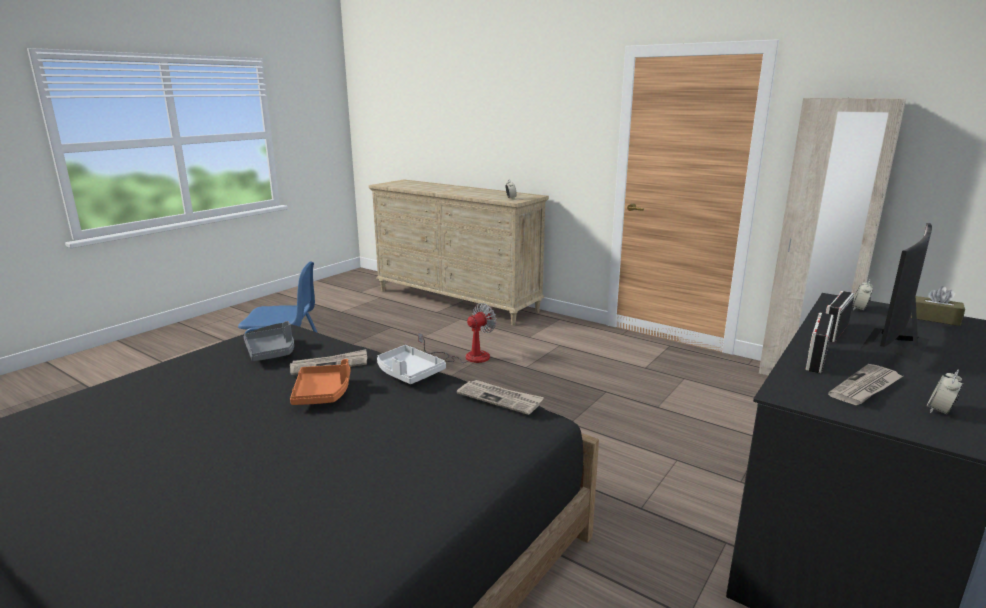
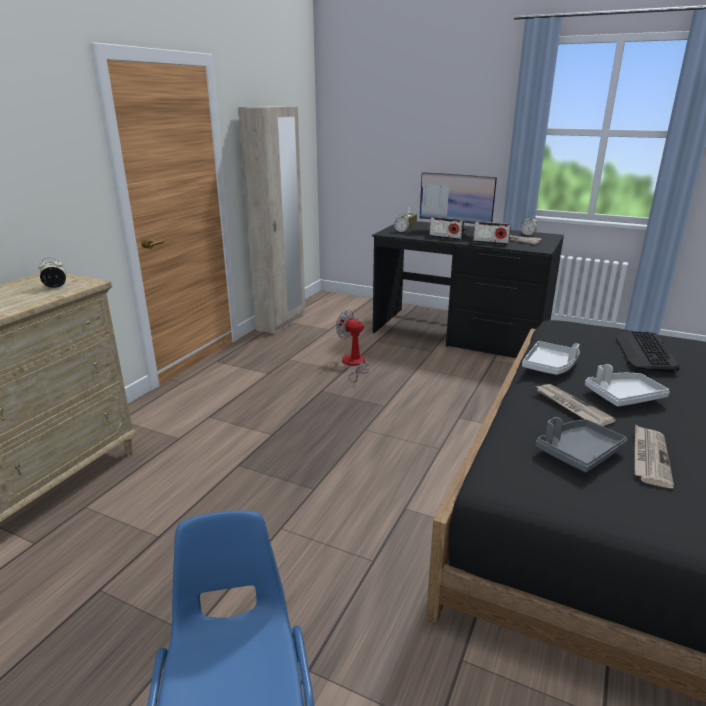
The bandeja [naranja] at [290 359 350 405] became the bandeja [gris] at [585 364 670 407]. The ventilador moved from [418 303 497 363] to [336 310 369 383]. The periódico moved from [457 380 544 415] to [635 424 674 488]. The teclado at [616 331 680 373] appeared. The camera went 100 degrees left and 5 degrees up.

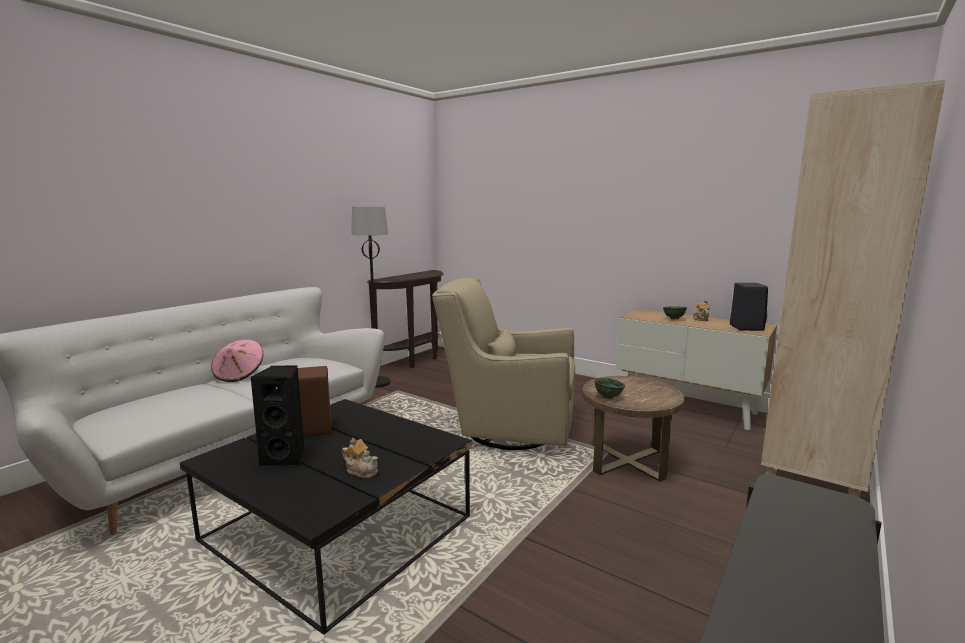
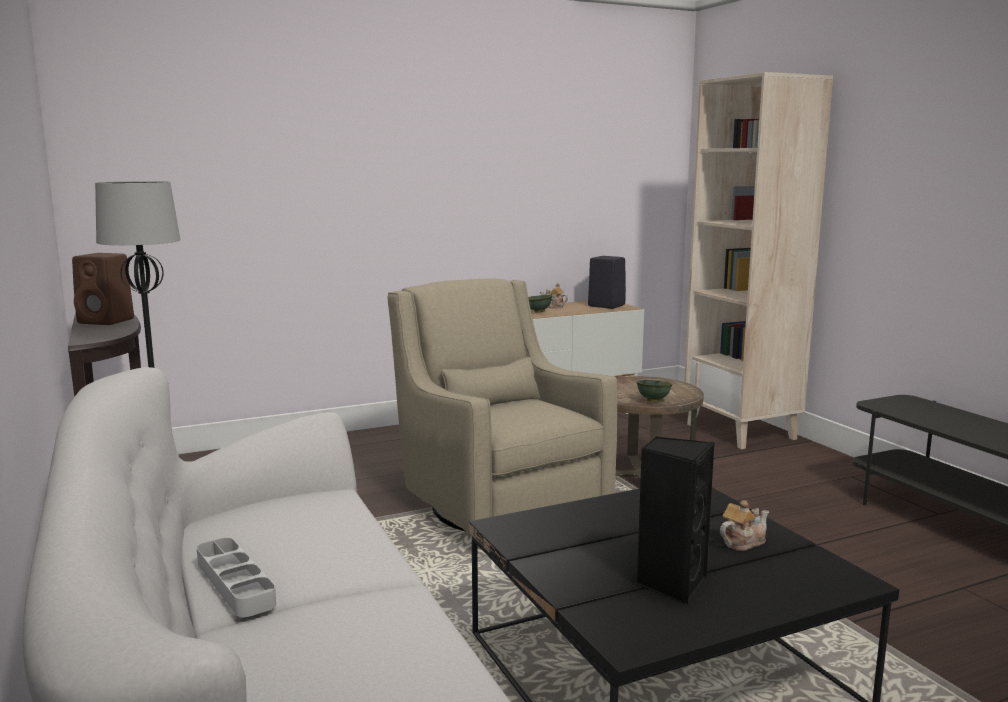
The sombrero [rosa] at [211 340 263 382] was replaced by the bandeja [gris] at [197 538 276 617]. The altavoz [marrón] moved from [298 366 331 437] to [72 253 134 325]. The sillón [beis] at [432 278 575 450] turned 105 degrees clockwise. The camera went 60 degrees left and 0 degrees up.

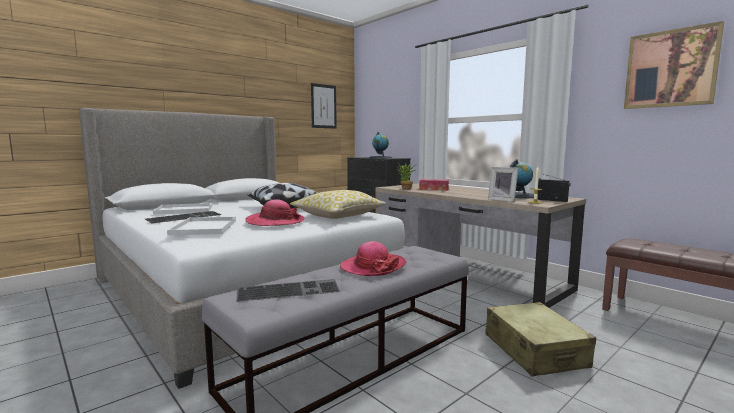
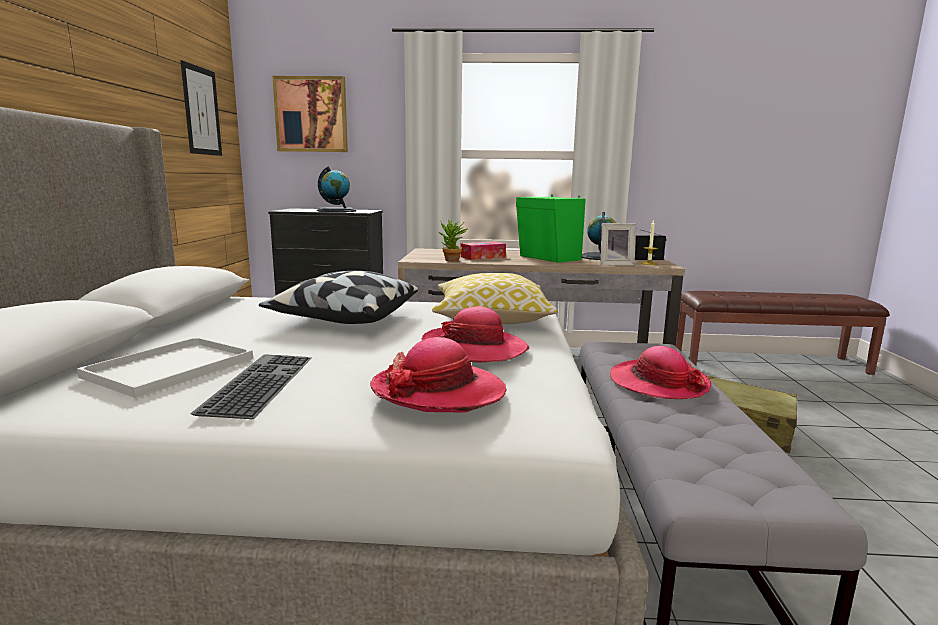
The bandeja [blanco] at [167 217 236 235] was replaced by the sombrero at [370 337 506 413]. The teclado at [236 279 340 302] disappeared. The cuadro moved from [624 21 724 109] to [272 76 348 152]. The altavoz [verde] at [516 194 586 263] appeared. The camera went 45 degrees left and 5 degrees up.

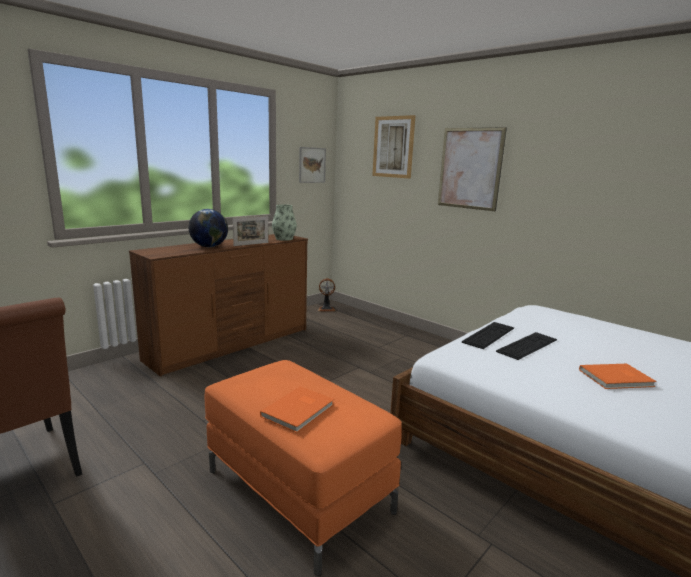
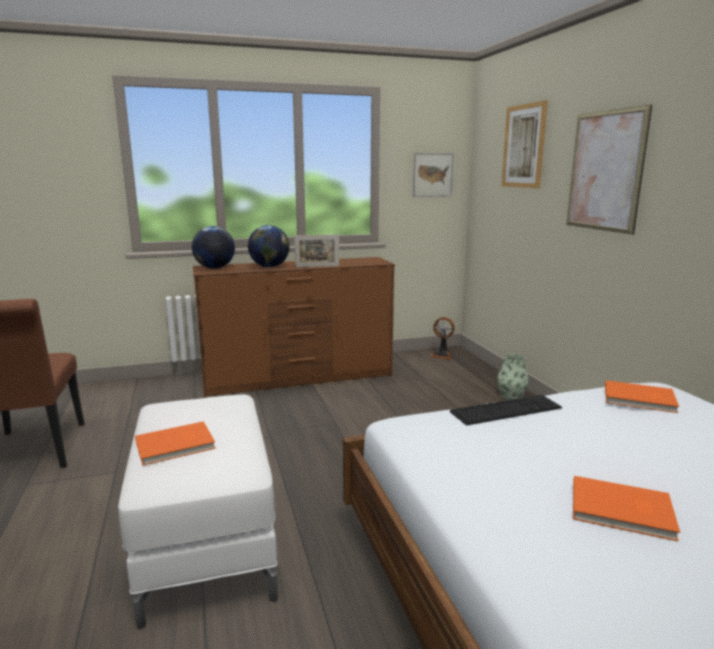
The puf [naranja] at [205 360 402 576] became the puf [blanco] at [118 394 278 629]. The florero moved from [272 204 297 241] to [497 354 529 400]. The teclado at [496 332 557 360] disappeared. The globo terráqueo at [192 226 235 269] appeared. The libro [naranja] at [605 380 679 413] appeared. The camera went 30 degrees right and 0 degrees up.

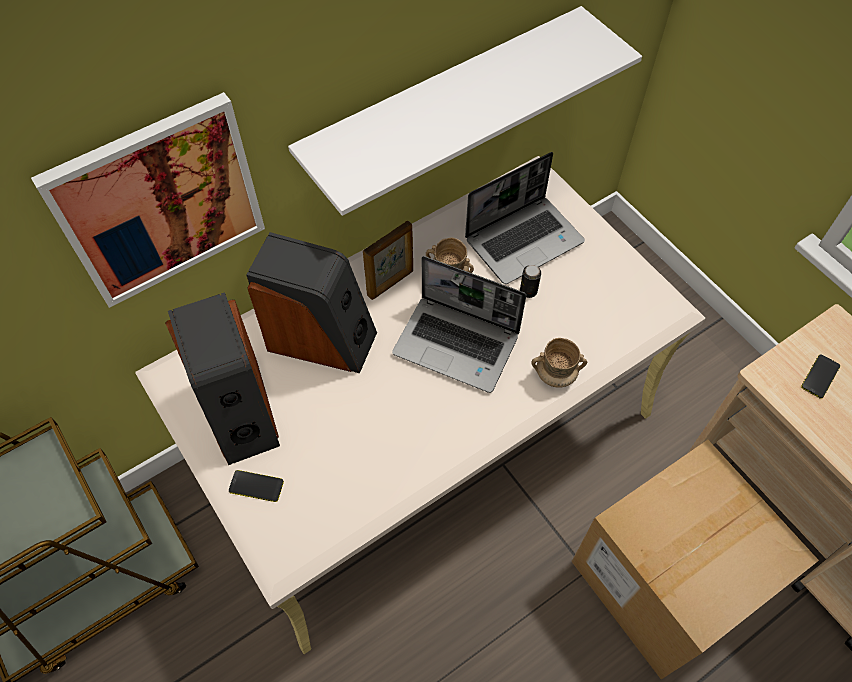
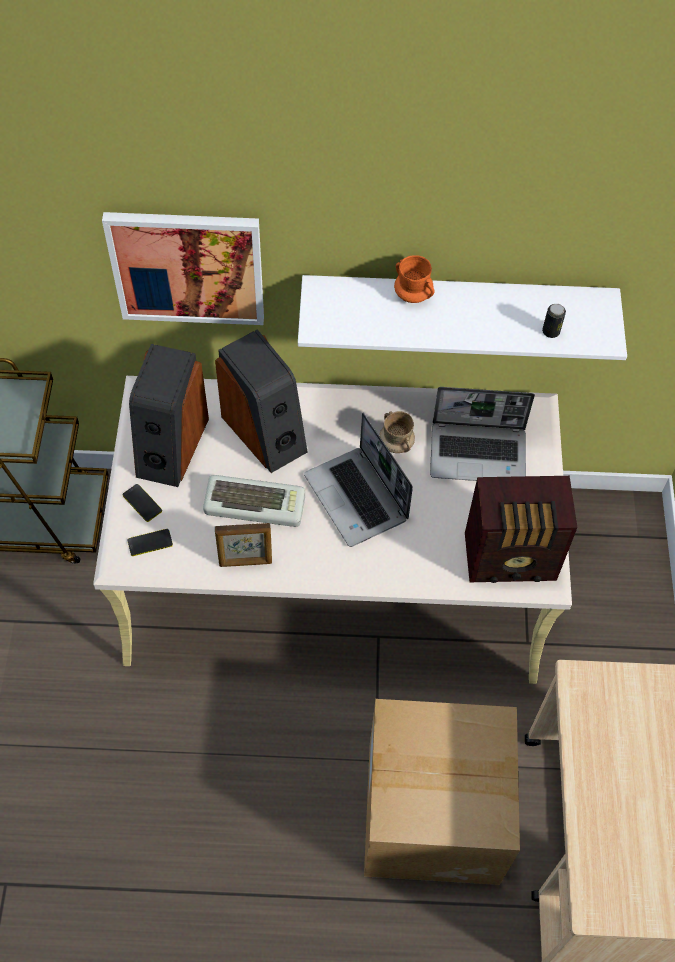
The portarretratos moved from [363 221 413 300] to [215 523 272 567]. The lata moved from [520 265 541 298] to [542 304 566 338]. The taza grande [beis] at [531 338 587 388] disappeared. The móvil moved from [801 354 840 399] to [127 529 173 556]. The teclado at [203 475 305 527] appeared. The taza grande [naranja] at [394 255 435 303] appeared. The radio at [465 476 578 583] appeared. The camera went 35 degrees right and 0 degrees up.

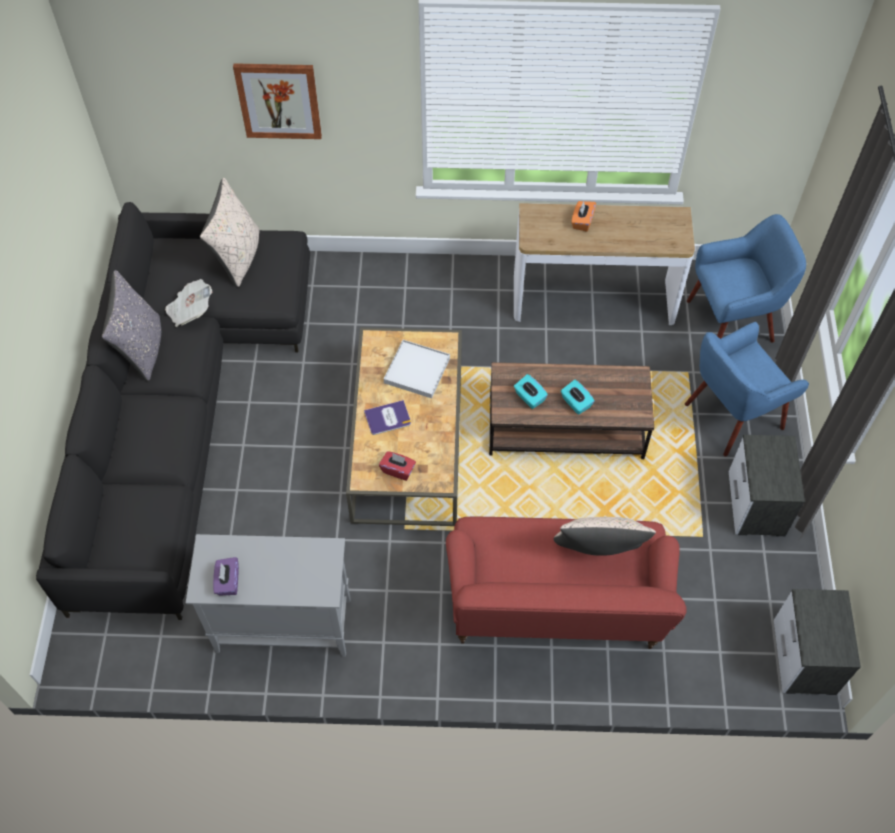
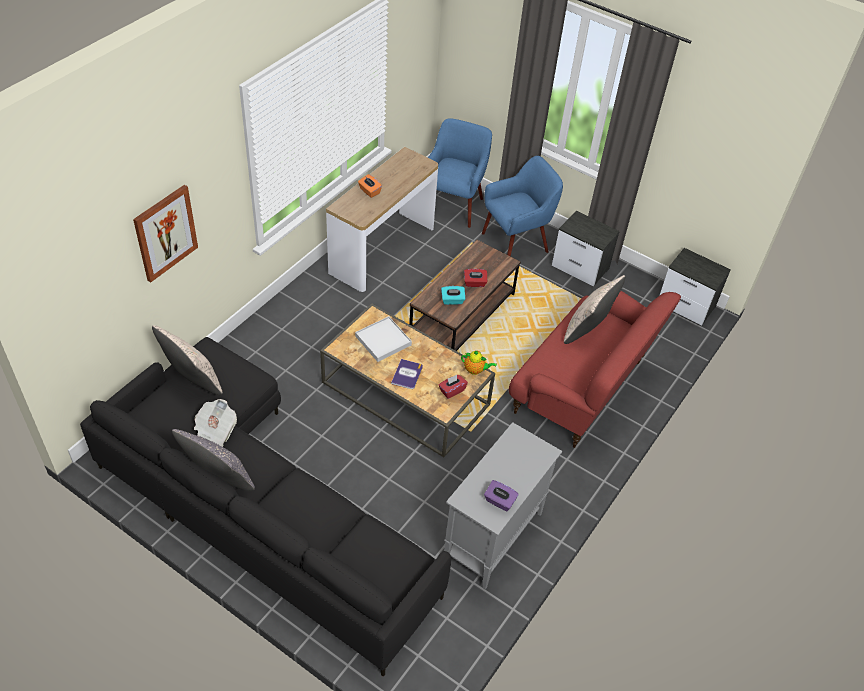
The caja de pañuelos [turquesa] at [560 379 595 415] became the caja de pañuelos [rojo] at [464 269 487 287]. The sillón [azul] at [685 322 809 457] turned 120 degrees counterclockwise. The tetera at [461 350 497 375] appeared. The camera went 60 degrees left and 10 degrees down.

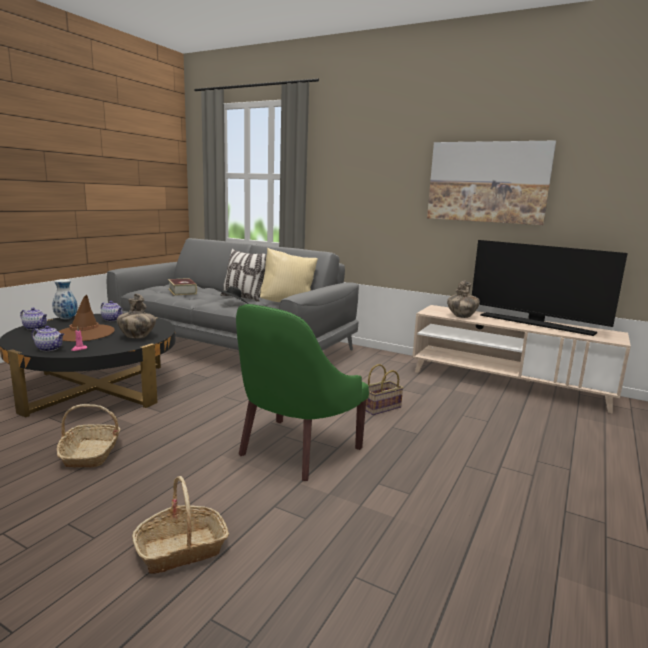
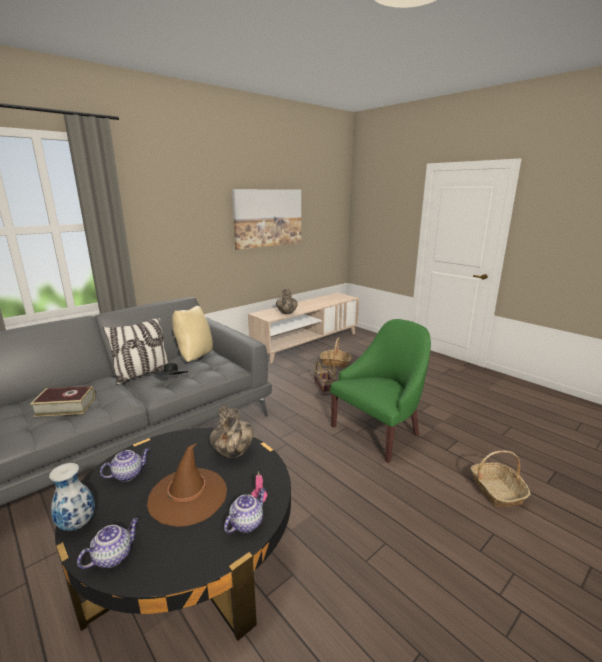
The cesta moved from [57 404 120 468] to [320 337 352 367]. The sillón [verde] at [236 304 369 481] turned 90 degrees counterclockwise. The televisor at [472 240 628 336] disappeared. The camera went 70 degrees left and 5 degrees up.

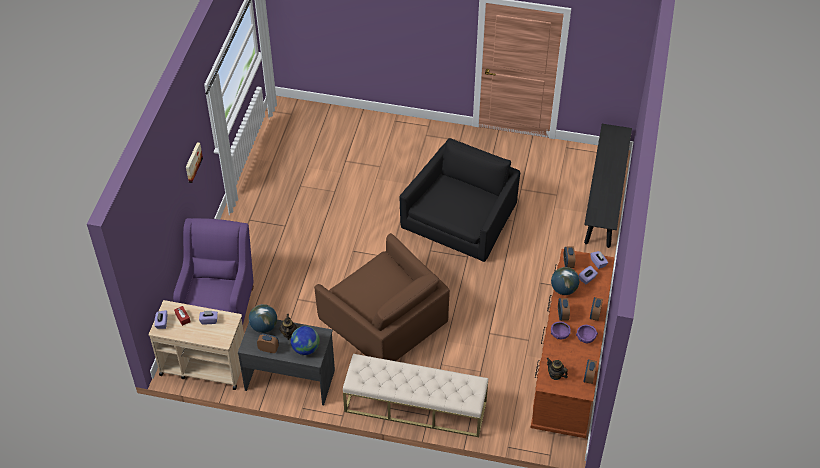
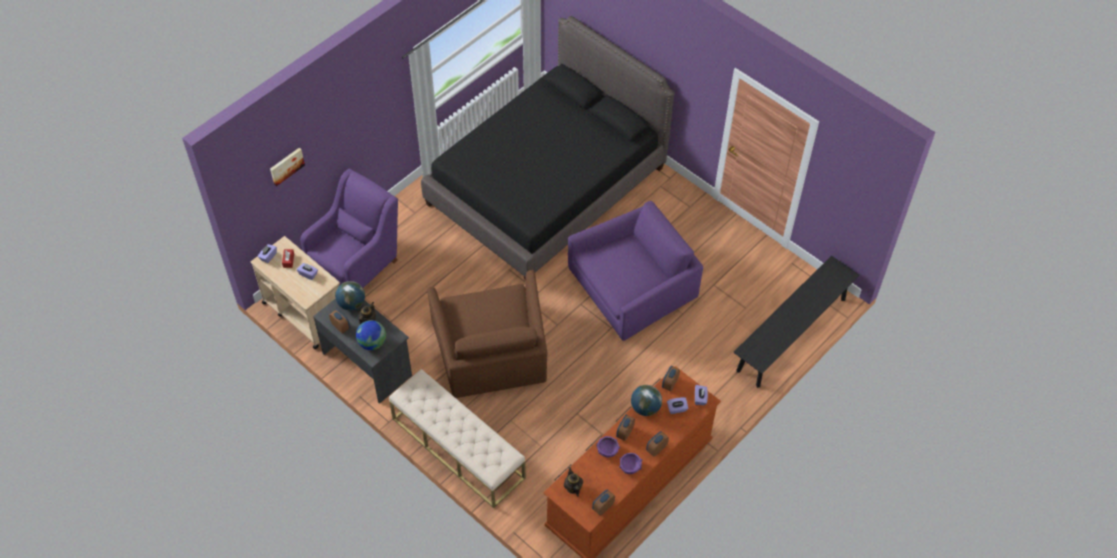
The cuadro moved from [186 142 203 183] to [270 148 305 186]. The sillón [negro] at [399 138 520 262] became the sillón [morado] at [568 201 703 341]. The cama [negro] at [421 16 674 279] appeared. The camera went 30 degrees right and 5 degrees up.

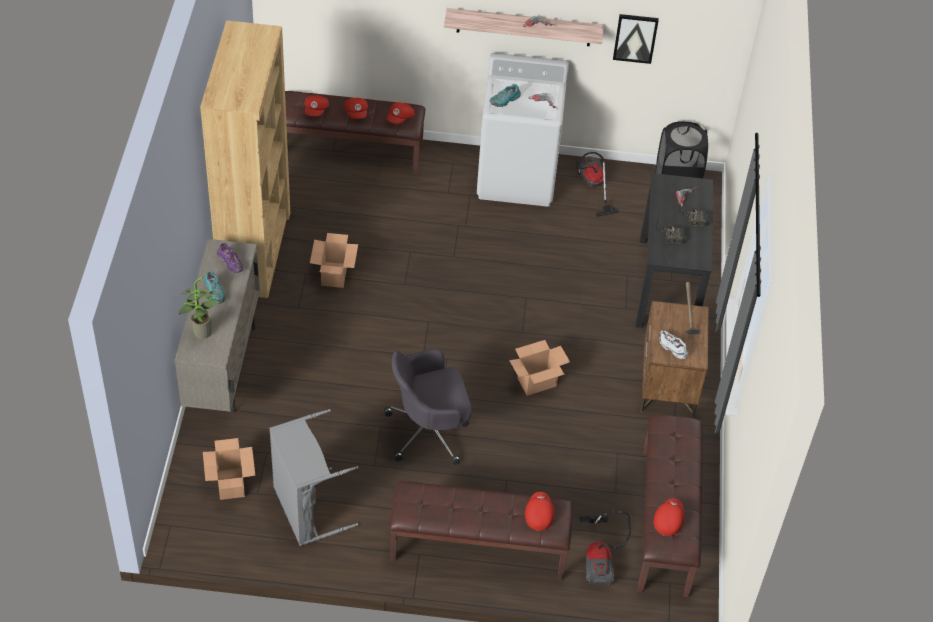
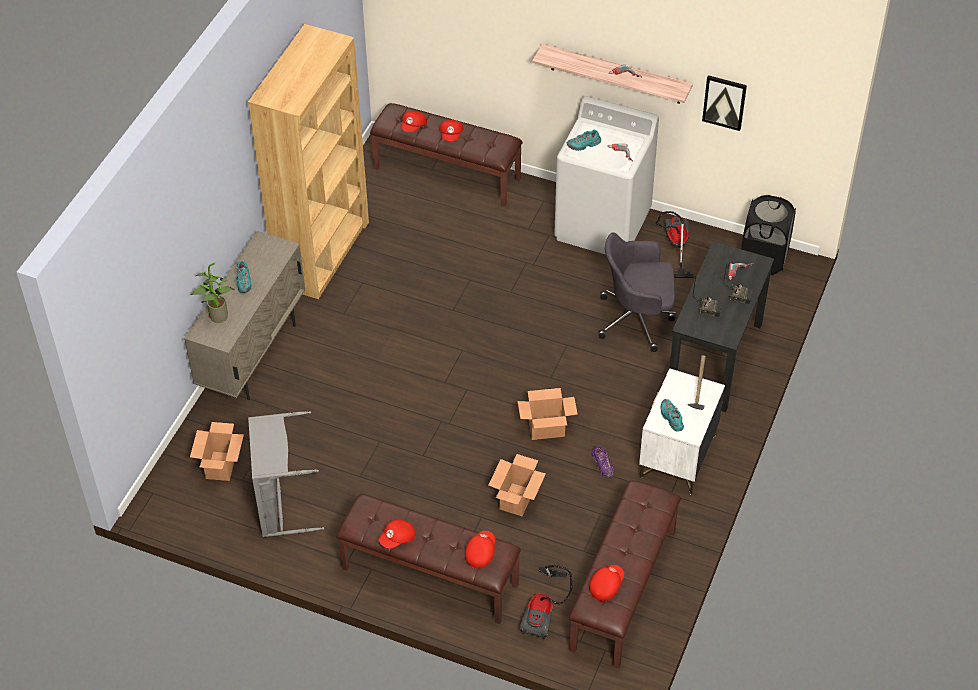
The zapato [morado] moved from [217 243 243 273] to [592 446 614 478]. The caja de cartón moved from [310 233 358 288] to [489 454 546 516]. The silla de oficina [gris] moved from [384 349 472 465] to [598 232 676 352]. The gorra [rojo] moved from [386 102 414 124] to [378 520 416 549]. The mesita de noche [marrón] at [640 301 709 418] became the mesita de noche [blanco] at [639 368 725 495]. The zapato [blanco] at [659 330 688 359] became the zapato [turquesa] at [661 399 684 431]. The camera went 20 degrees right and 0 degrees up.

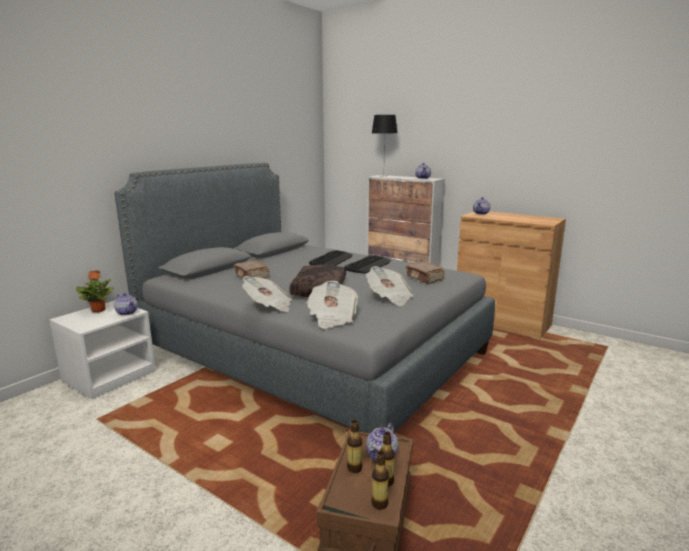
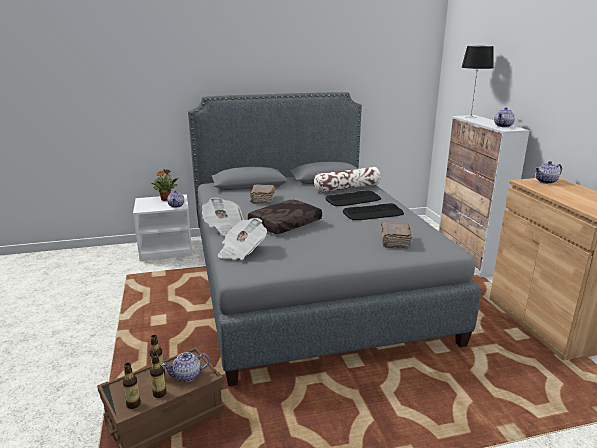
The periódico at [366 266 414 306] disappeared. The cojín at [314 167 381 193] appeared. The camera went 40 degrees right and 5 degrees up.

